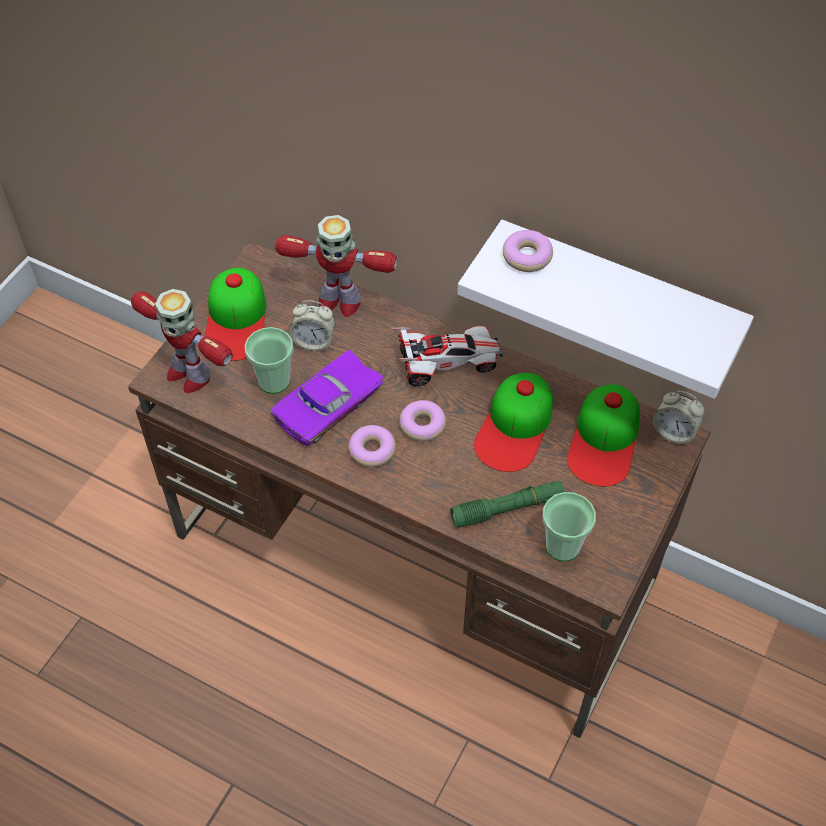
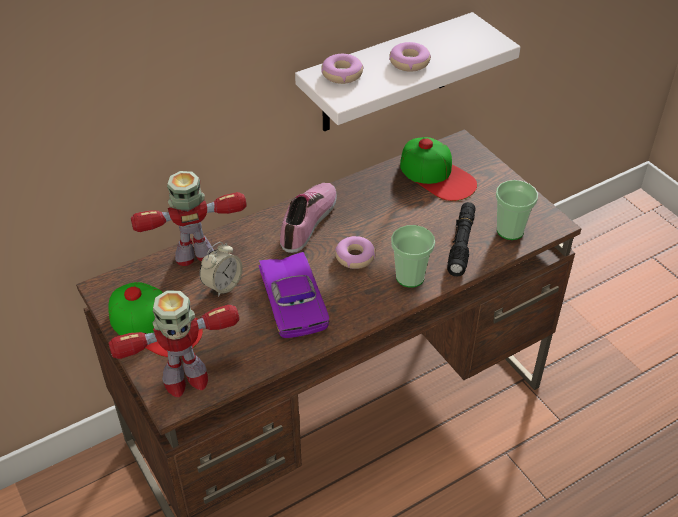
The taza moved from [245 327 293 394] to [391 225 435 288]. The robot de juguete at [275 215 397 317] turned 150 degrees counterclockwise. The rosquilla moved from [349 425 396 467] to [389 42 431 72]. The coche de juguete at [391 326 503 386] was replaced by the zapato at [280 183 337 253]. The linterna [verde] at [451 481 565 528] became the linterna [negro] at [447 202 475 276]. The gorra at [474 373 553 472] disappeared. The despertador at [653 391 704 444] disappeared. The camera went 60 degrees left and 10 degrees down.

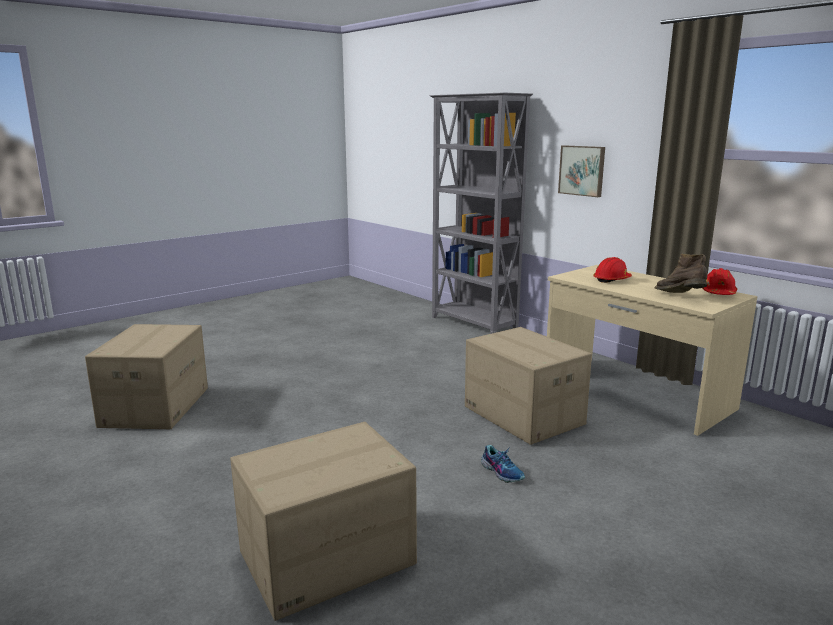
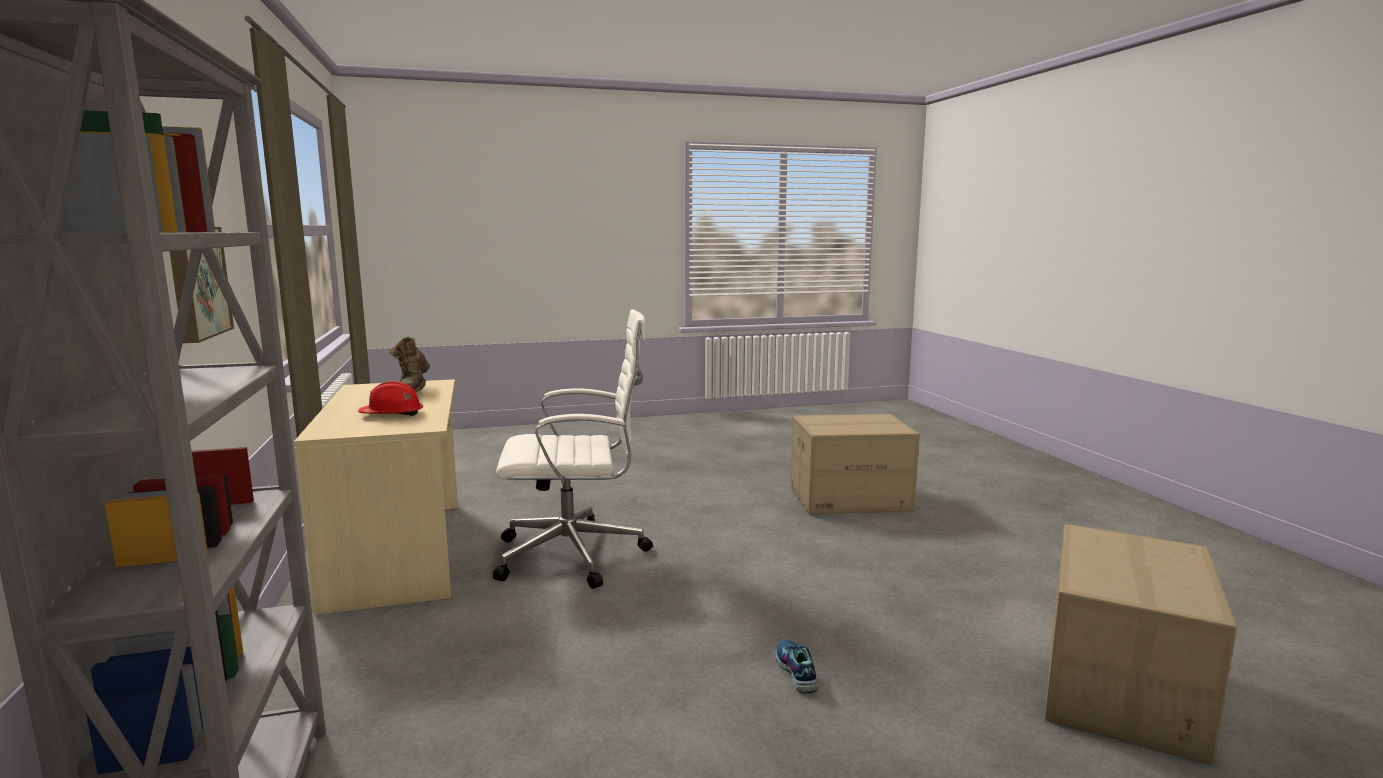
The caja de cartón at [465 327 592 445] was replaced by the silla de oficina [blanco] at [493 309 653 589]. The zapato moved from [481 445 525 483] to [776 639 819 694]. The casco [rojo] at [702 268 737 295] disappeared. The camera went 155 degrees left and 5 degrees down.

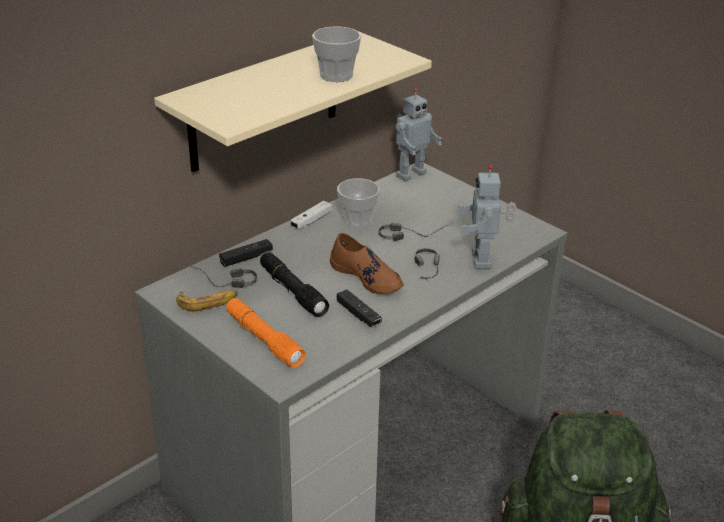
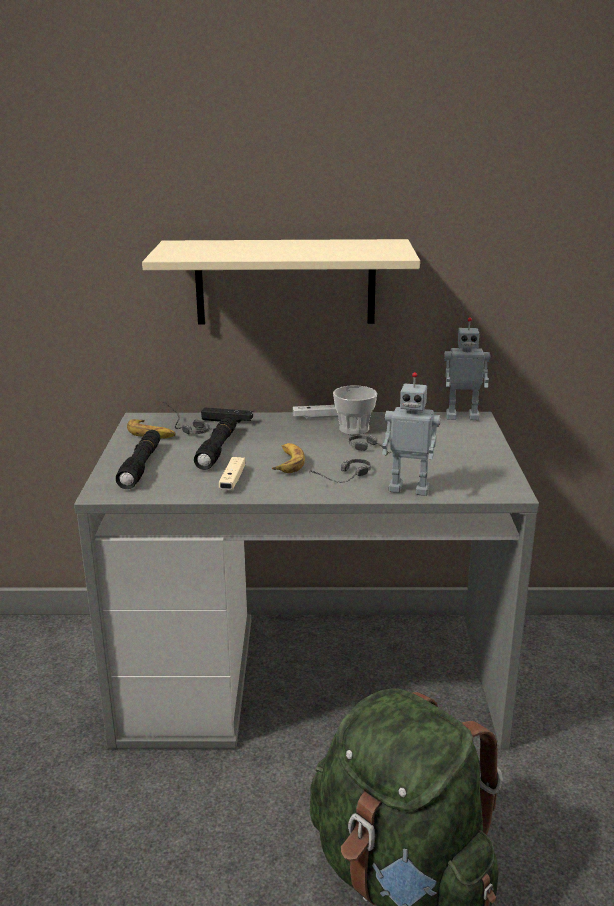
The linterna [naranja] at [226 298 306 368] became the linterna [negro] at [116 430 160 489]. The taza at [312 26 361 82] disappeared. The zapato [marrón] at [330 233 403 294] was replaced by the plátano at [272 443 305 473]. The mando de consola [negro] at [337 290 382 327] became the mando de consola [beis] at [219 457 245 490]. The robot de juguete at [458 165 517 269] turned 120 degrees counterclockwise. The camera went 45 degrees right and 10 degrees down.

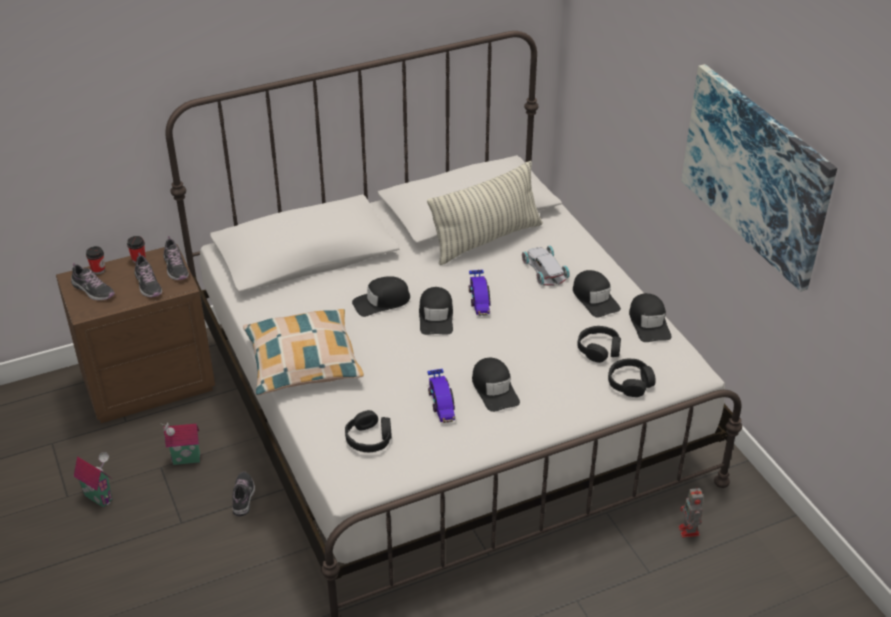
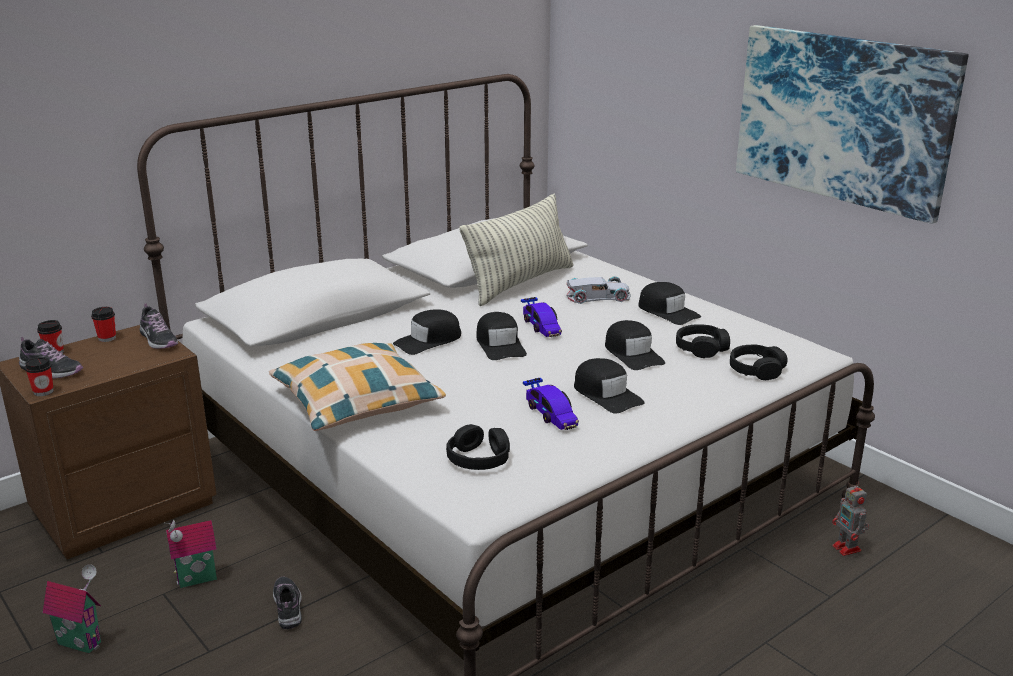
The zapato at [134 253 162 297] disappeared. The coche de juguete [blanco] at [522 245 570 286] turned 120 degrees clockwise. The gorra [negro] moved from [629 293 672 342] to [605 320 665 370]. The taza at [25 357 54 396] appeared. The camera went 15 degrees left and 15 degrees down.

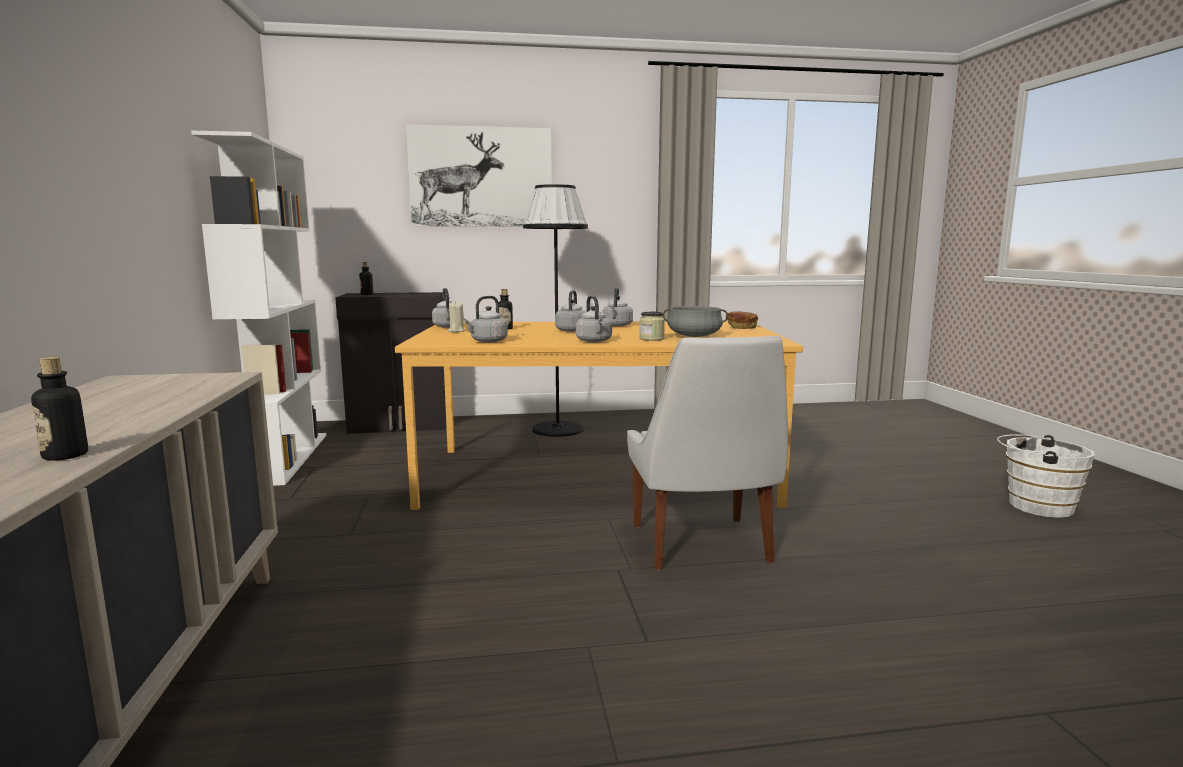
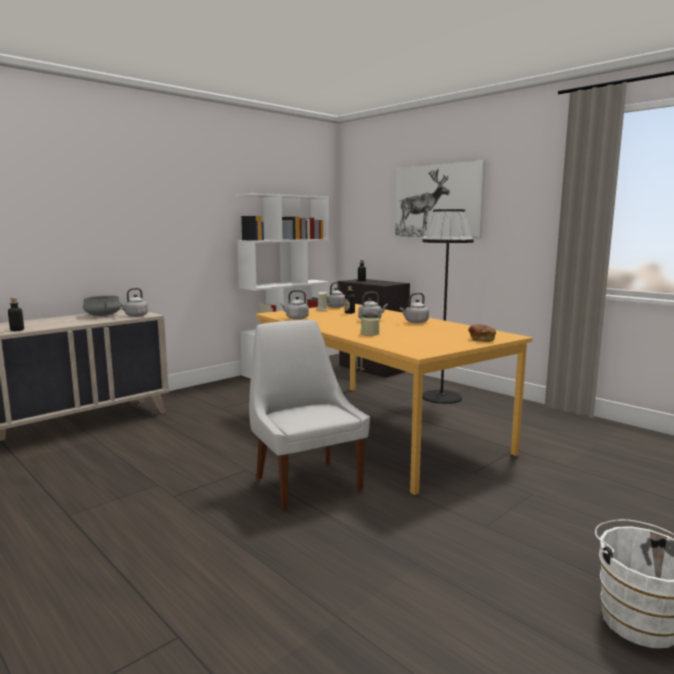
The hervidor [gris] moved from [576 296 612 342] to [118 288 148 317]. The silla [blanco] at [627 336 788 570] turned 105 degrees clockwise. The olla [gris] moved from [663 306 728 337] to [83 295 121 316]. The camera went 55 degrees right and 0 degrees up.

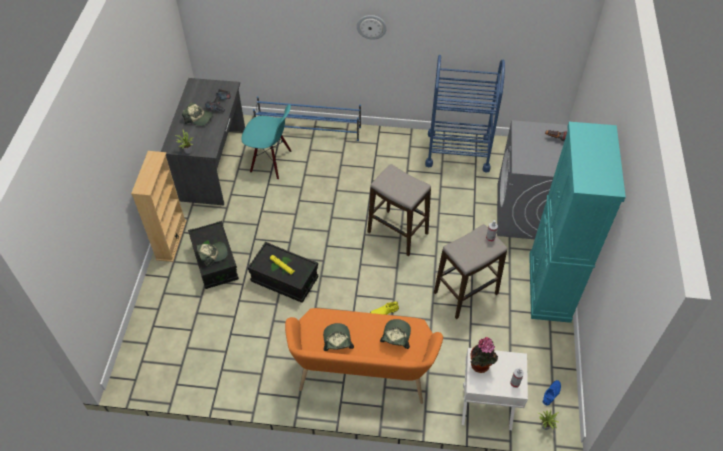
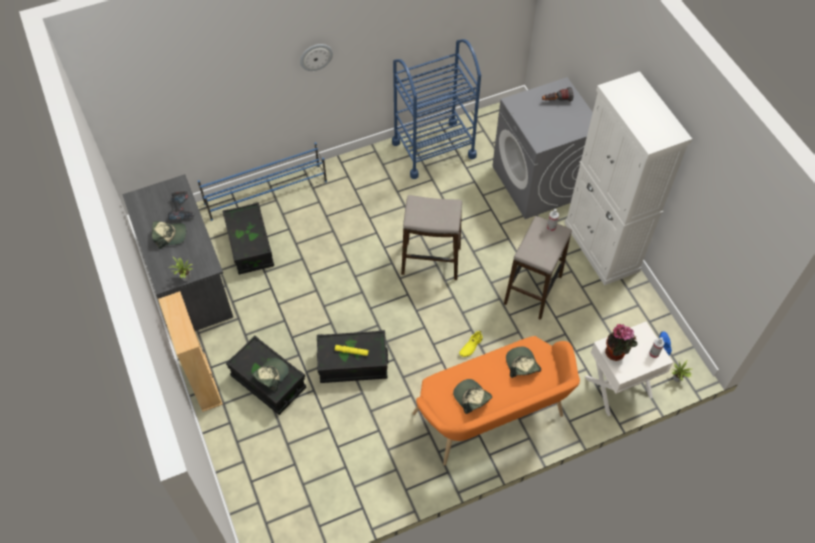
The silla [turquesa] at [241 105 291 180] was replaced by the caja de almacenaje [negro] at [222 202 274 275]. The armario [turquesa] at [529 122 626 323] became the armario [blanco] at [565 71 692 286]. The camera went 30 degrees left and 5 degrees up.

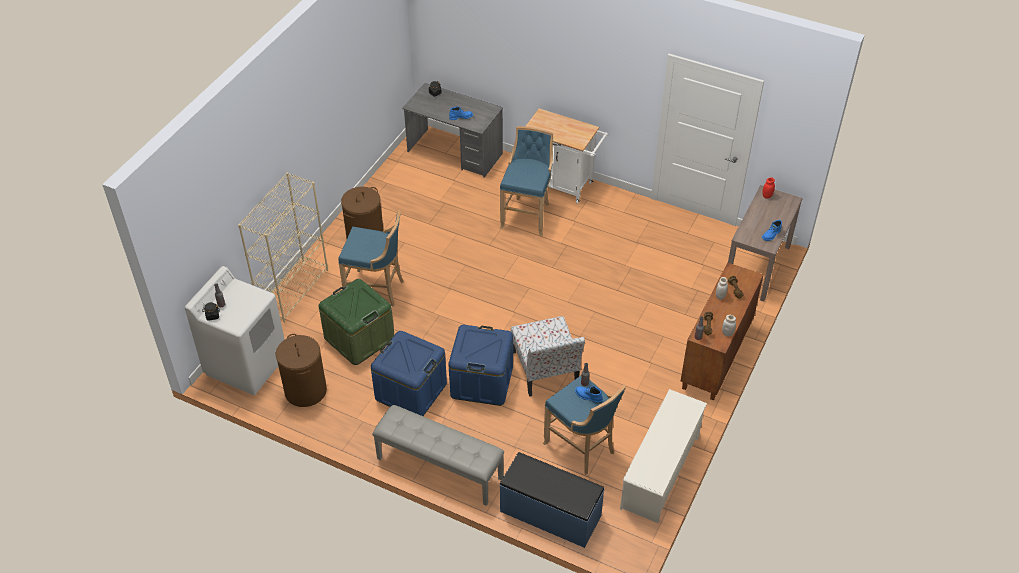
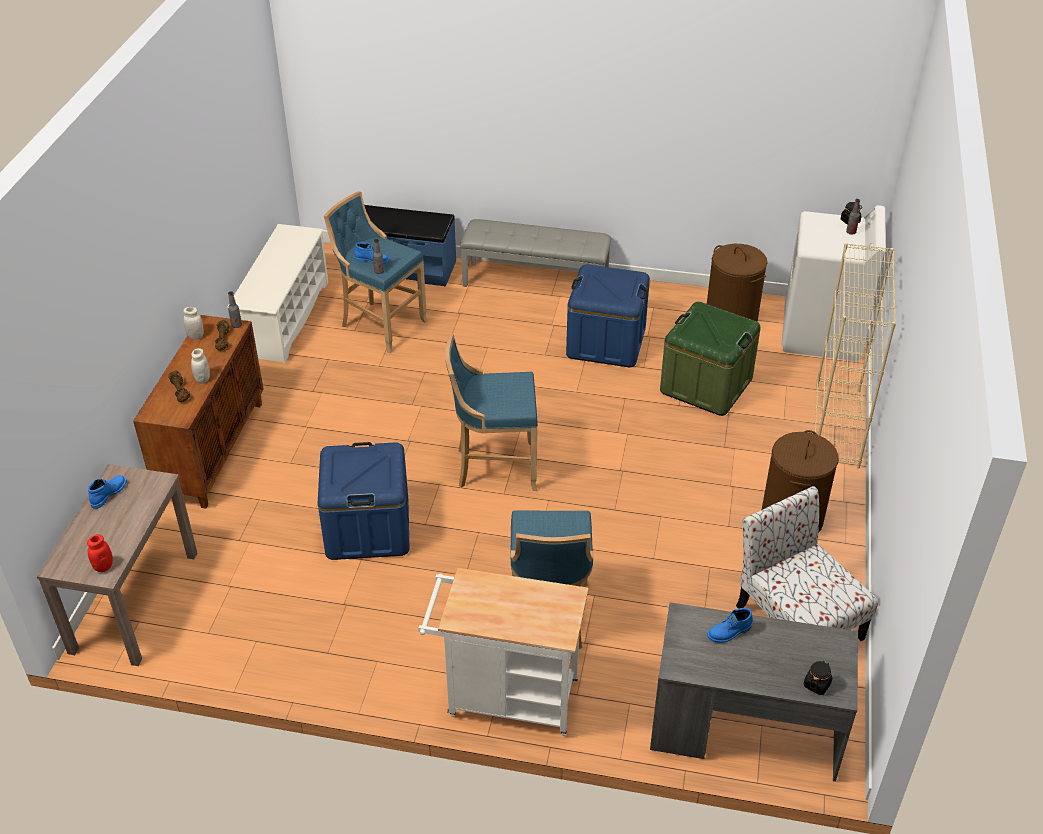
The taburete [azul] moved from [338 210 403 306] to [445 334 538 491]. The caja de almacenaje [azul] moved from [448 325 513 406] to [318 442 409 560]. The silla moved from [511 316 585 397] to [736 486 878 641]. The camera went 165 degrees right and 5 degrees down.

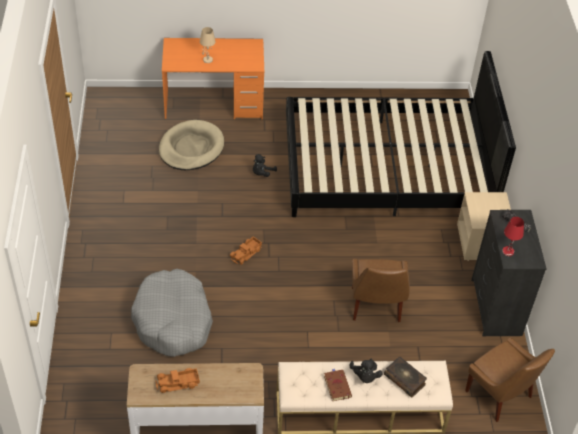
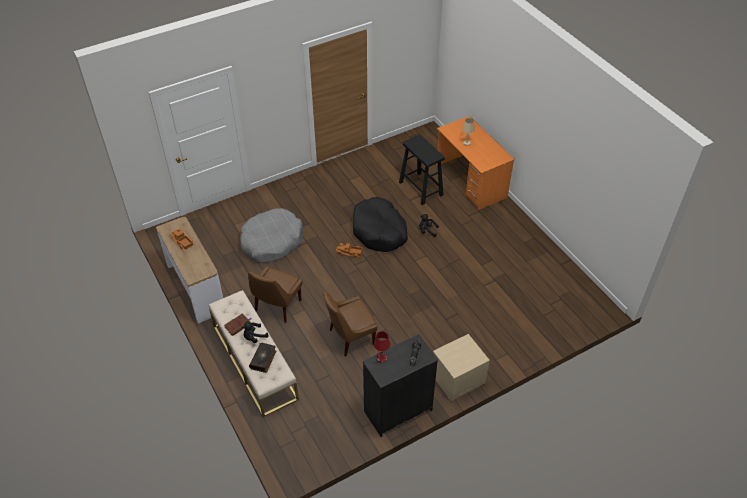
The cama para perro [beis] at [159 120 224 170] was replaced by the taburete [negro] at [399 135 445 205]. The cama [negro] at [286 51 516 217] disappeared. The silla [marrón] moved from [465 338 555 422] to [248 266 303 323]. The cama para perro [negro] at [353 197 408 252] appeared. The camera went 65 degrees right and 0 degrees up.

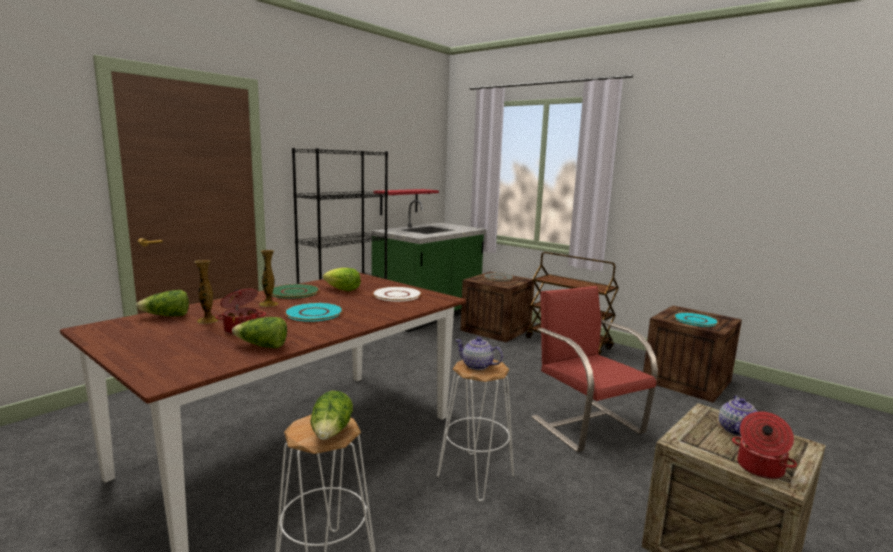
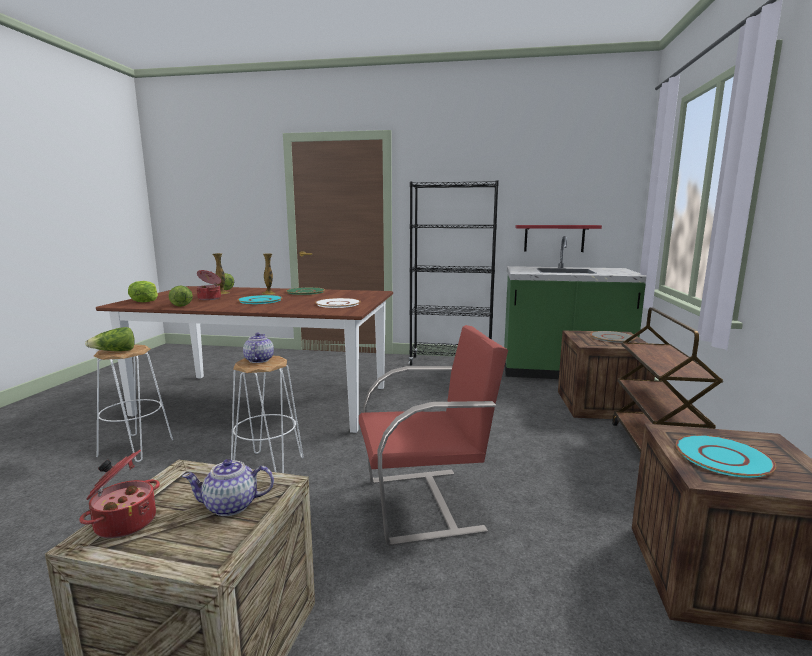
The lechuga moved from [323 268 361 291] to [128 281 158 302]. The silla [rojo] at [532 286 658 452] turned 45 degrees clockwise. The camera went 60 degrees right and 0 degrees up.

